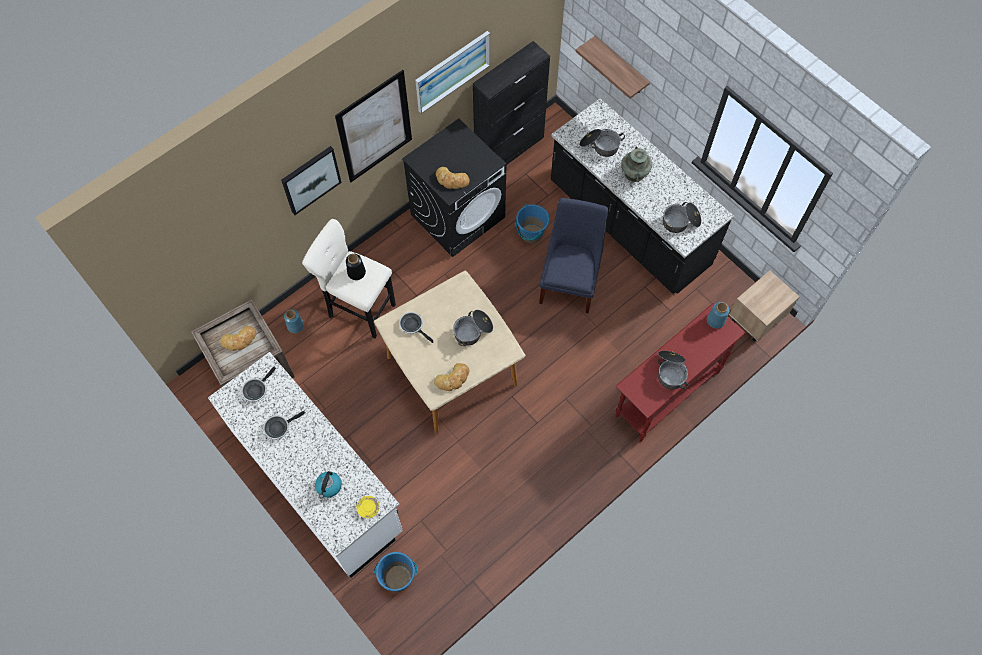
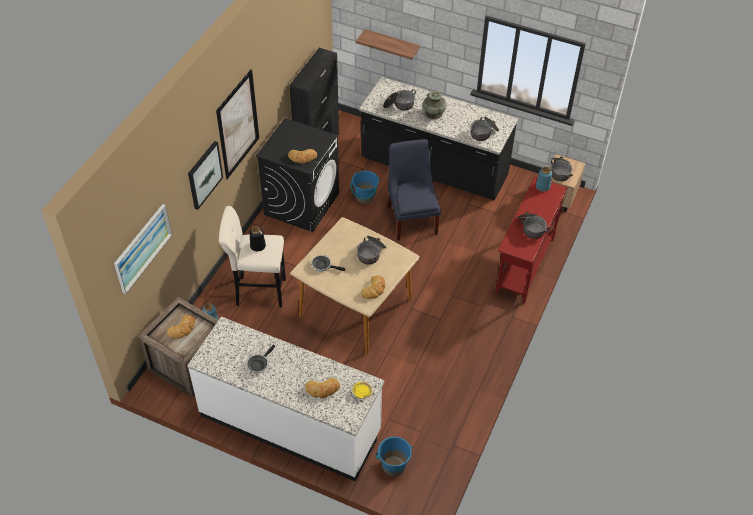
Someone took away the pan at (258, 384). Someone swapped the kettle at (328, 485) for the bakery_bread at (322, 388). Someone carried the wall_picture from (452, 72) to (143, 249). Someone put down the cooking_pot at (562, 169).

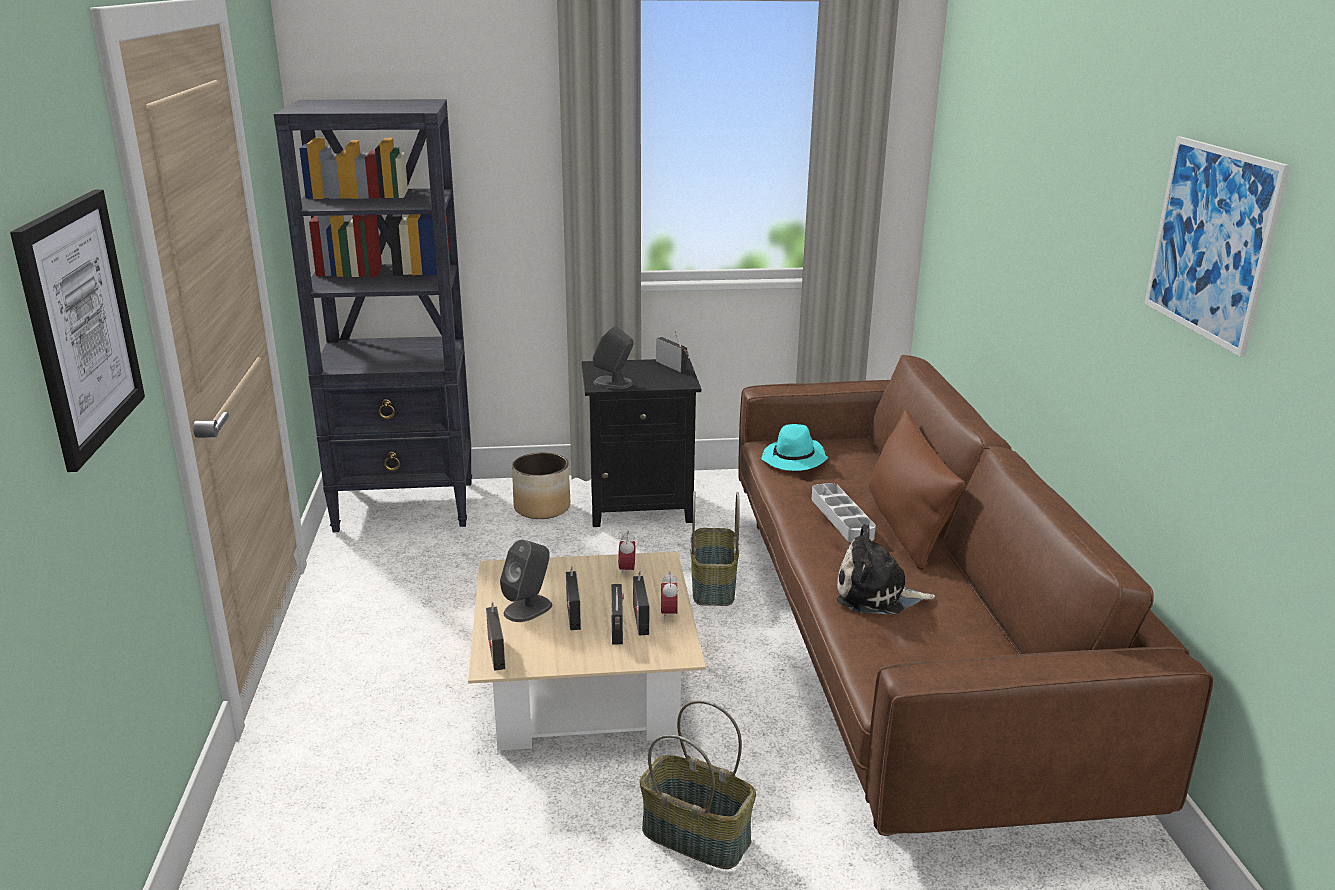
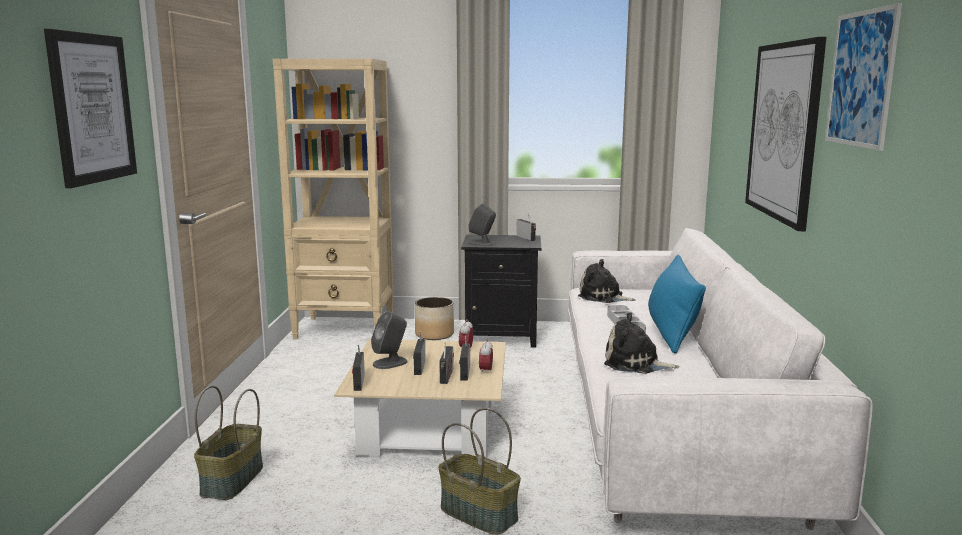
Someone repainted the black_shelving_unit at (373, 315), which became the beige-coloured_shelving_unit at (333, 199). Someone carried the storage_basket from (715, 548) to (228, 443). Someone repainted the brown-coloured_settee at (975, 595), which became the white-coloured_settee at (720, 379). Someone swapped the turquoise_wearable_hat at (794, 447) for the cuddly_toy at (607, 281). Someone repainted the brown-coloured_pillow at (917, 490), which became the blue_pillow at (677, 304). Someone put up the wall_picture at (785, 134).

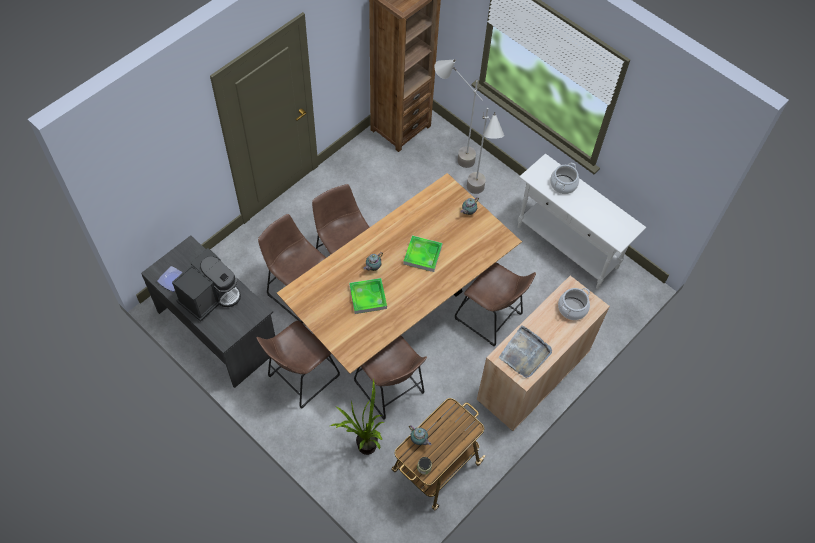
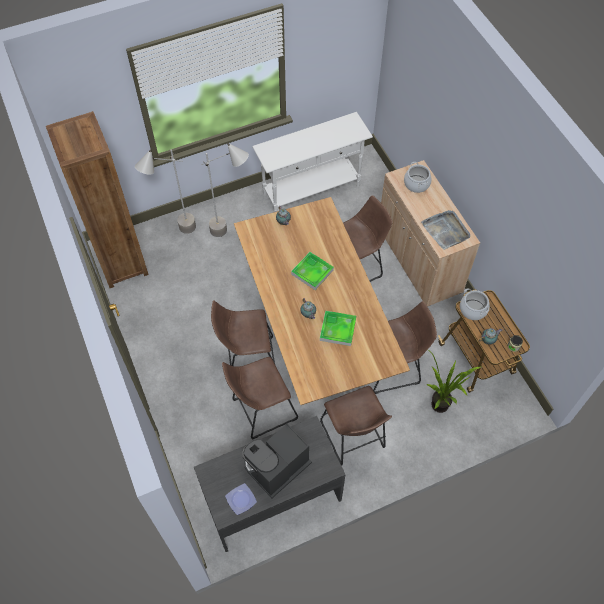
Someone rotated the coffee_maker at (206, 284) by 105 degrees counterclockwise. Someone carried the cooking_pot from (564, 178) to (475, 304).

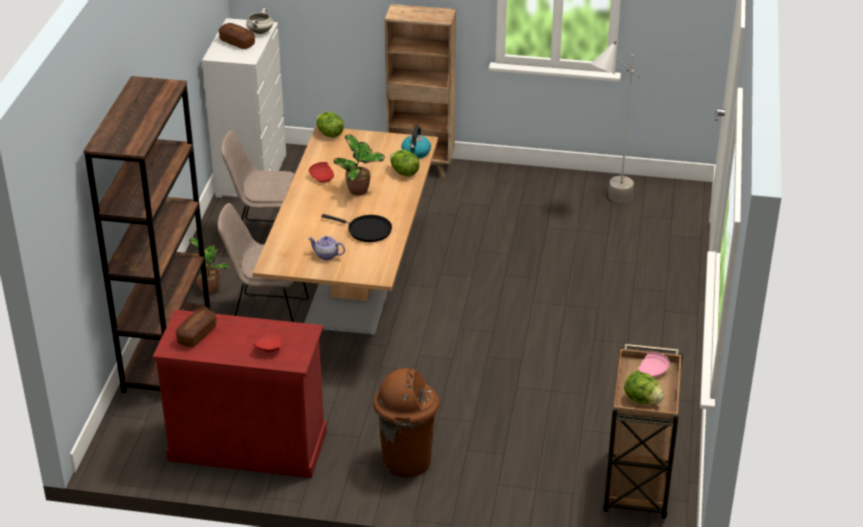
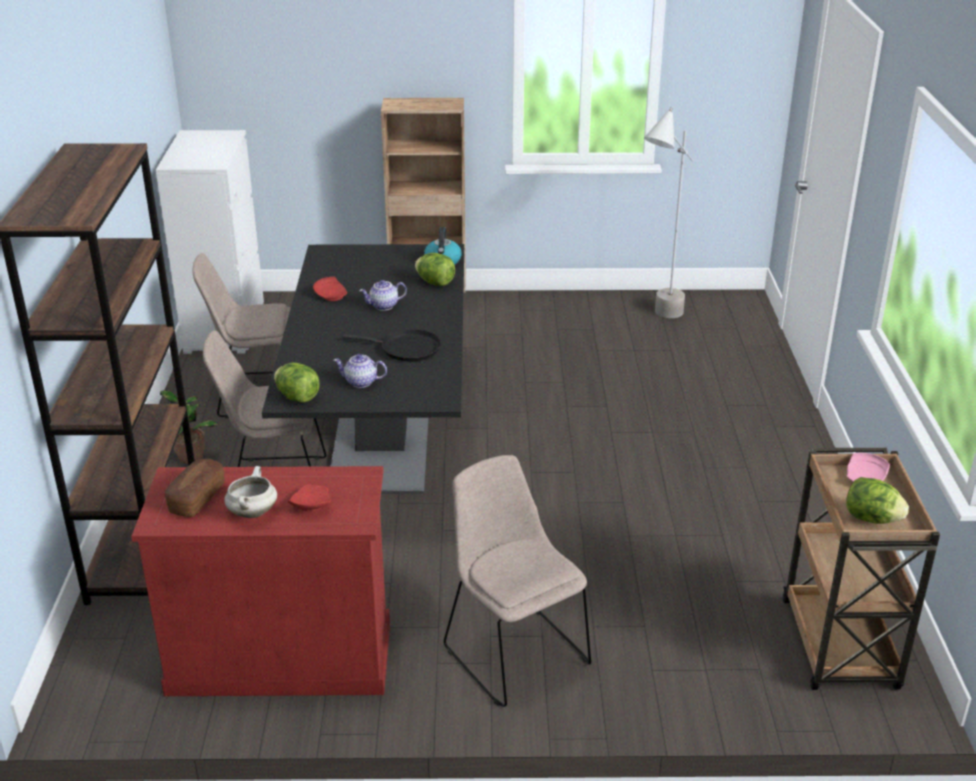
Someone took away the bakery_bread at (237, 36). Someone carried the white-coloured_cooking_pot from (259, 21) to (251, 492). Someone repainted the beige-coloured_dinner_table at (345, 231), which became the black_dinner_table at (363, 369). Someone carried the head_of_lettuce from (330, 125) to (297, 383). Someone swapped the potted_plant at (359, 165) for the teapot at (383, 295). Someone swapped the brown-coloured_waste_bin at (406, 423) for the beige-coloured_chair at (517, 581).

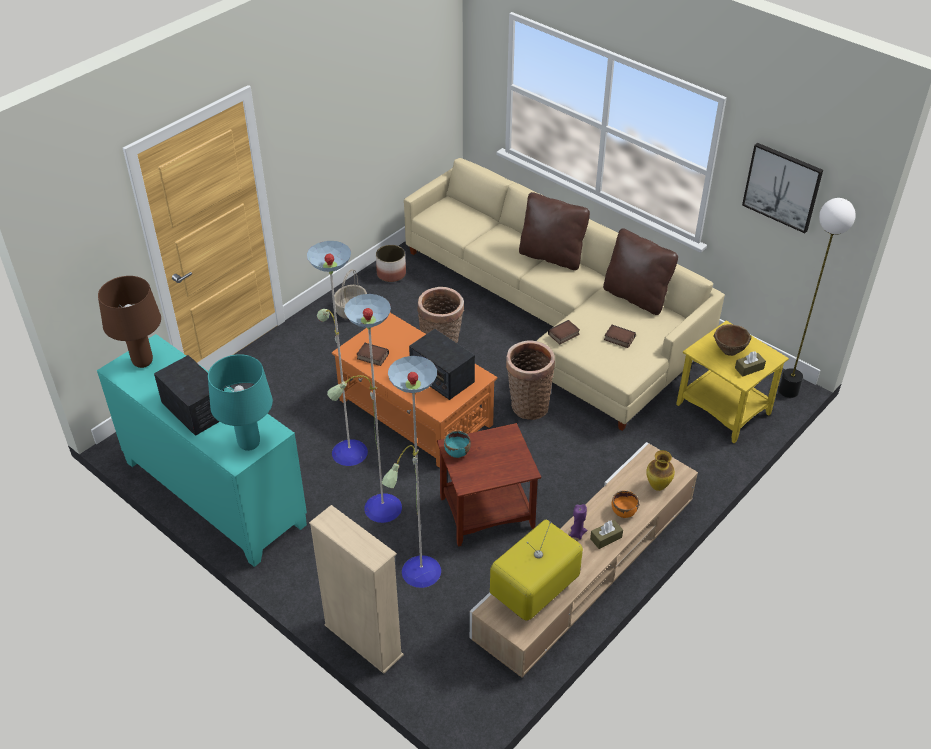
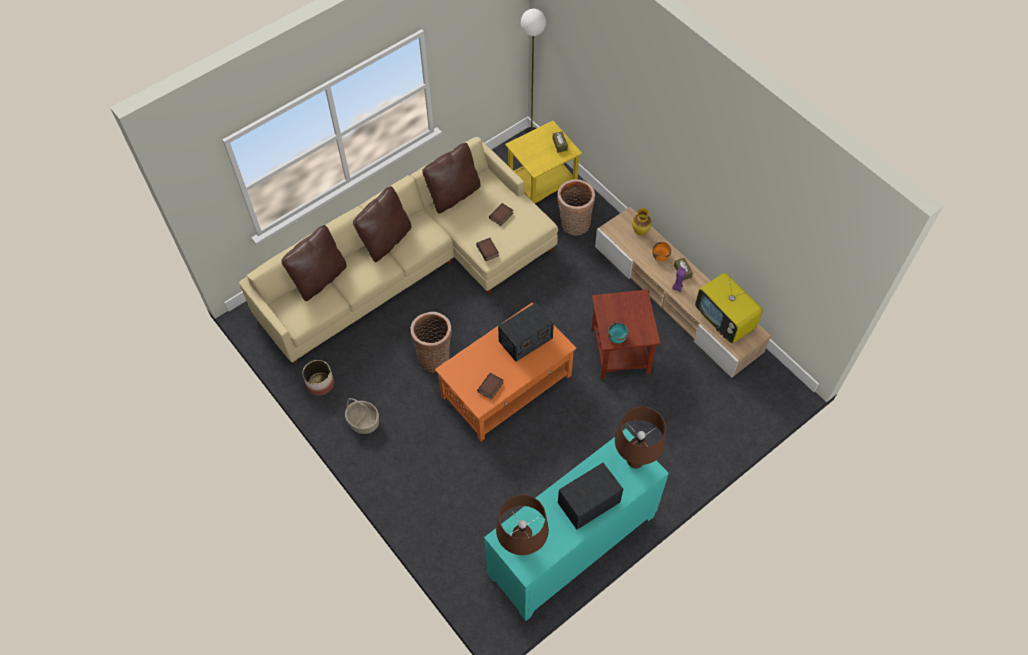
Someone repainted the turquoise_tabletop_lamp at (240, 402), which became the brown-coloured_tabletop_lamp at (640, 437). Someone took away the standing_lamp at (374, 414). Someone took away the beige-coloured_shelving_unit at (356, 589). Someone carried the storage_basket from (530, 380) to (576, 207). Someone took away the brown-coloured_bowl at (732, 340). Someone took away the wall_picture at (782, 188). Someone put down the brown-coloured_pillow at (314, 263).

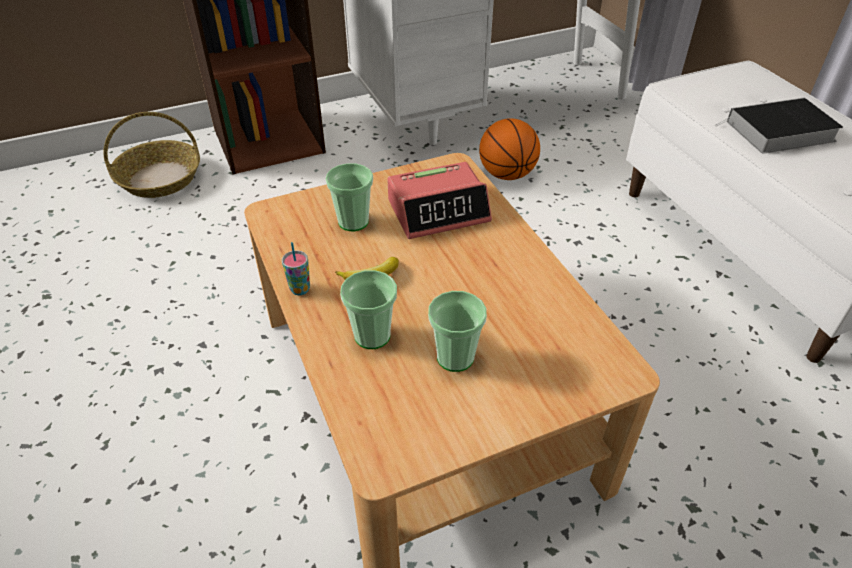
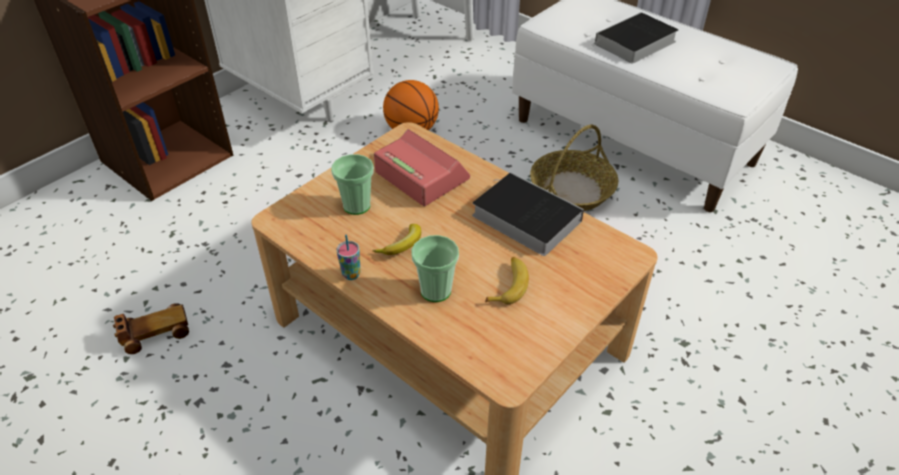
Someone carried the storage_basket from (152, 155) to (574, 168). Someone rotated the alarm_clock at (439, 200) by 90 degrees counterclockwise. Someone swapped the drinking_cup at (457, 331) for the whole_banana at (507, 280). Someone put down the miniature_car at (151, 328). Someone put down the book at (528, 214).

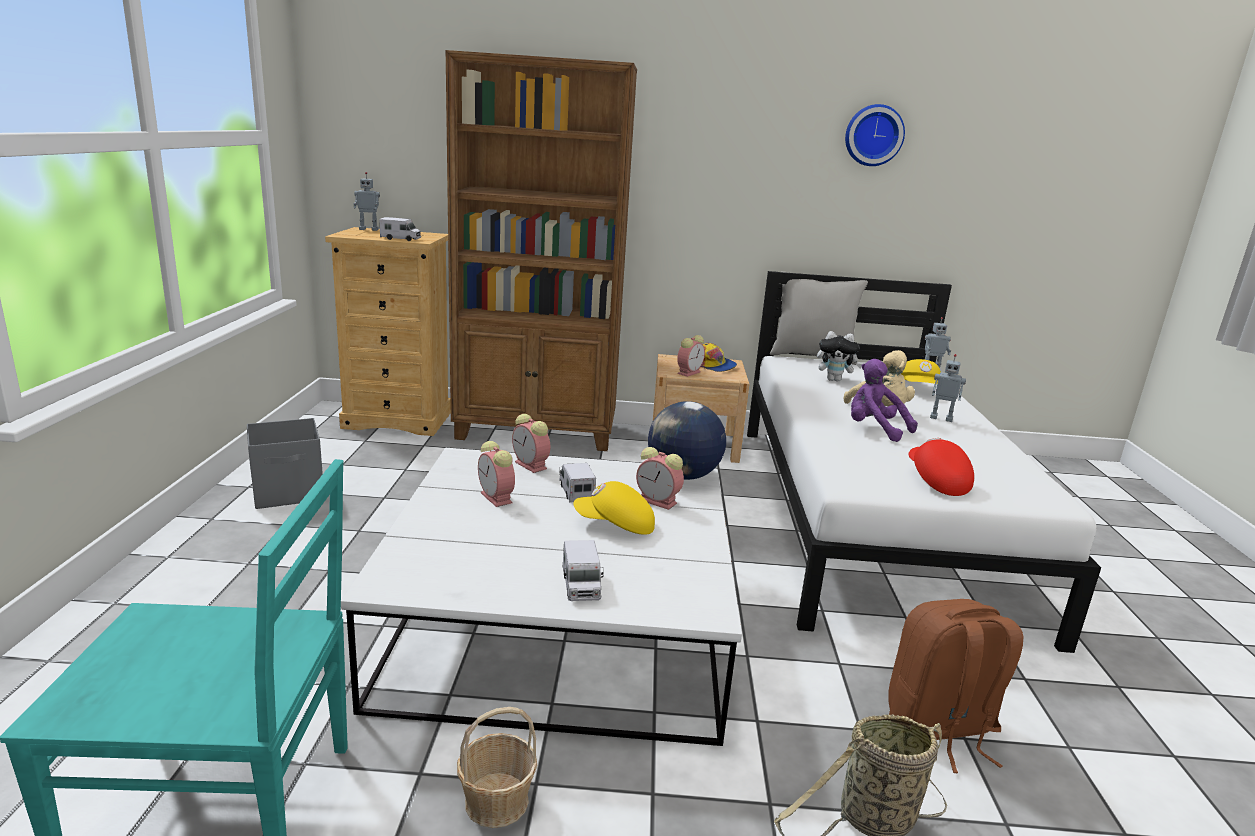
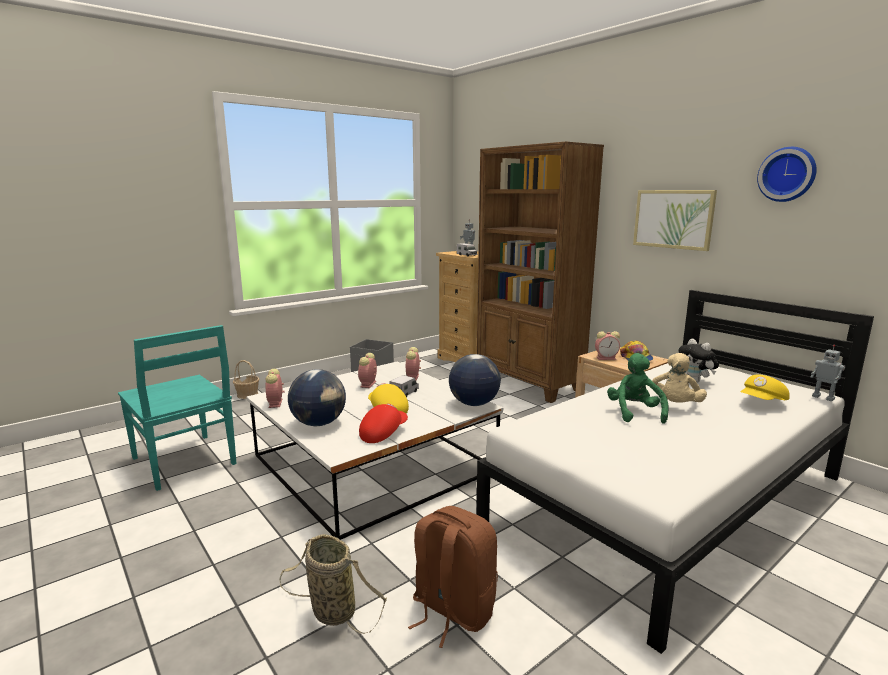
Someone carried the storage_basket from (497, 767) to (246, 379). Someone swapped the toy_truck at (583, 570) for the desk_globe at (317, 397). Someone carried the alarm_clock from (660, 478) to (275, 388). Someone took away the gray_pillow at (819, 318). Someone repainted the purple_cuddly_toy at (884, 400), which became the greenish_cuddly_toy at (637, 388). Someone carried the reddish_peaked_cap from (941, 467) to (383, 423). Someone took away the robot_figure at (948, 388). Someone put up the wall_picture at (675, 220).

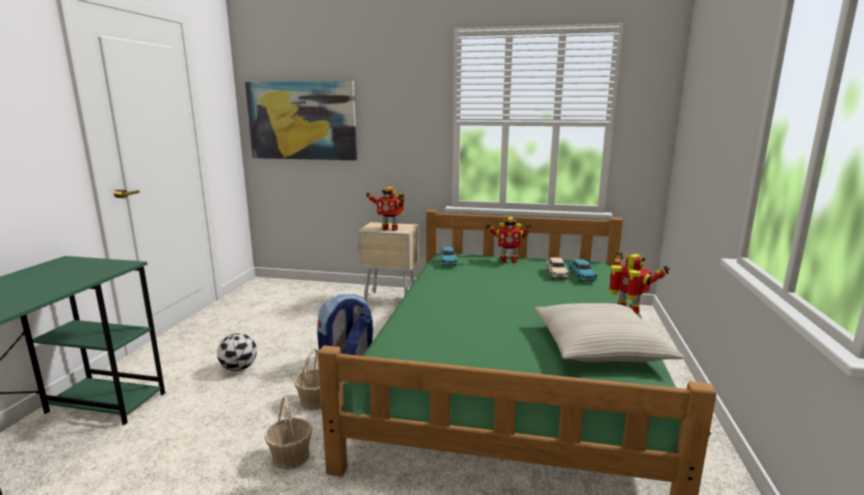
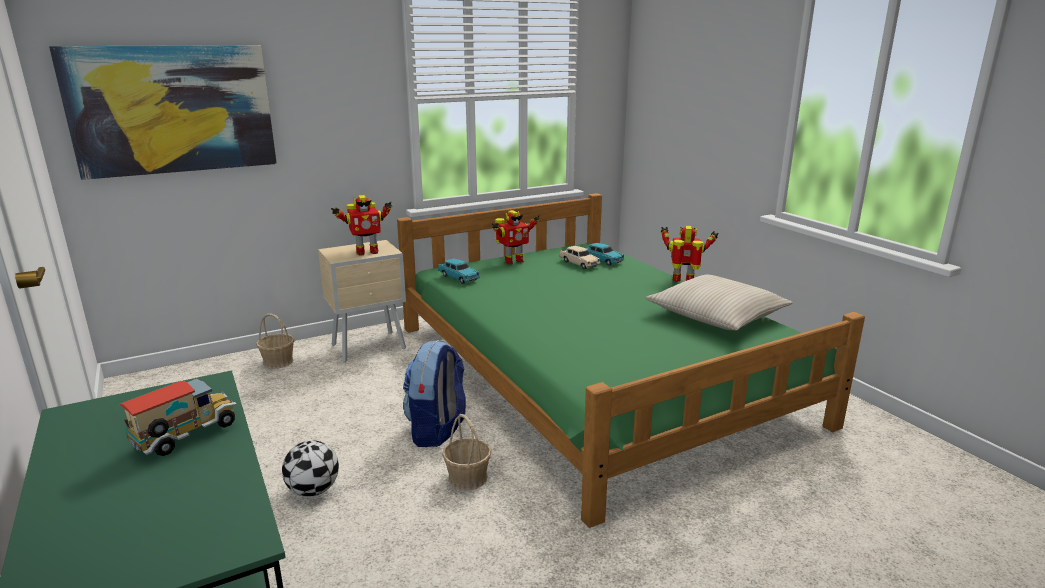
Someone carried the storage_basket from (288, 432) to (275, 341). Someone put down the toy_truck at (178, 417).

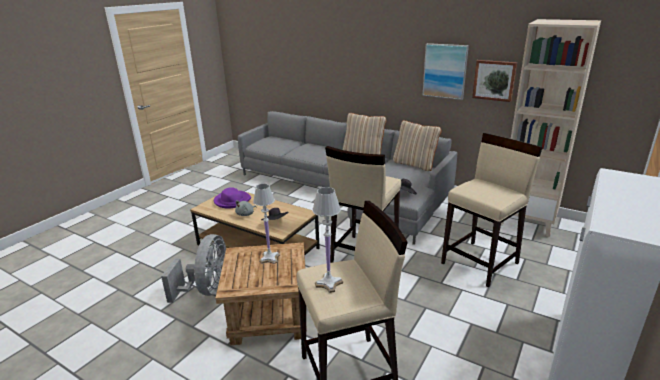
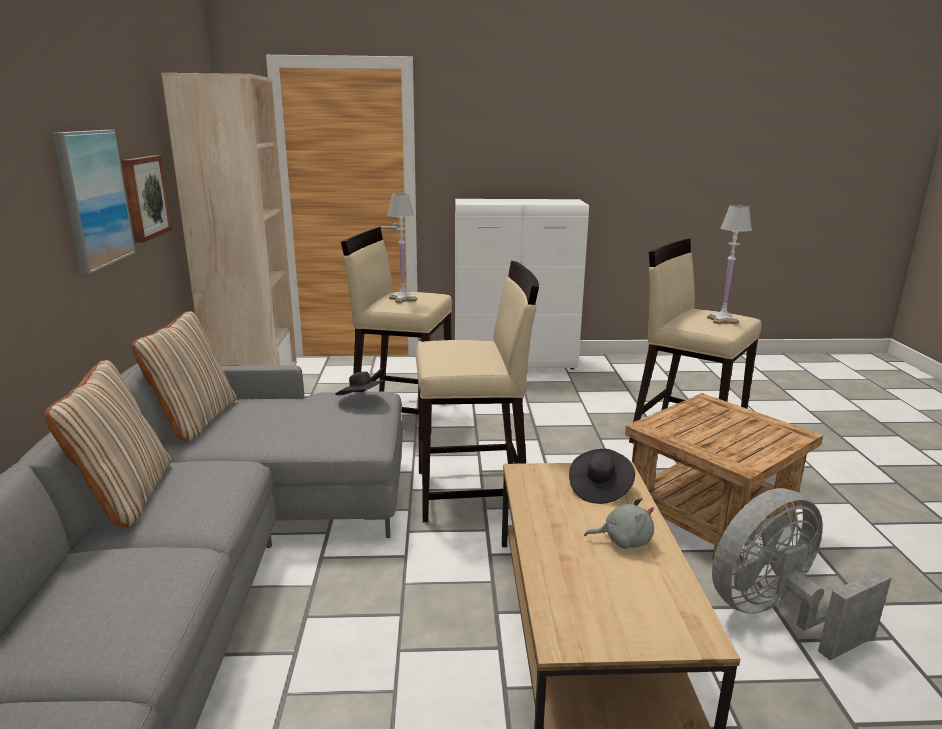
Someone took away the purple_wearable_hat at (232, 198). Someone carried the white-coloured_tabletop_lamp from (266, 224) to (402, 248).

